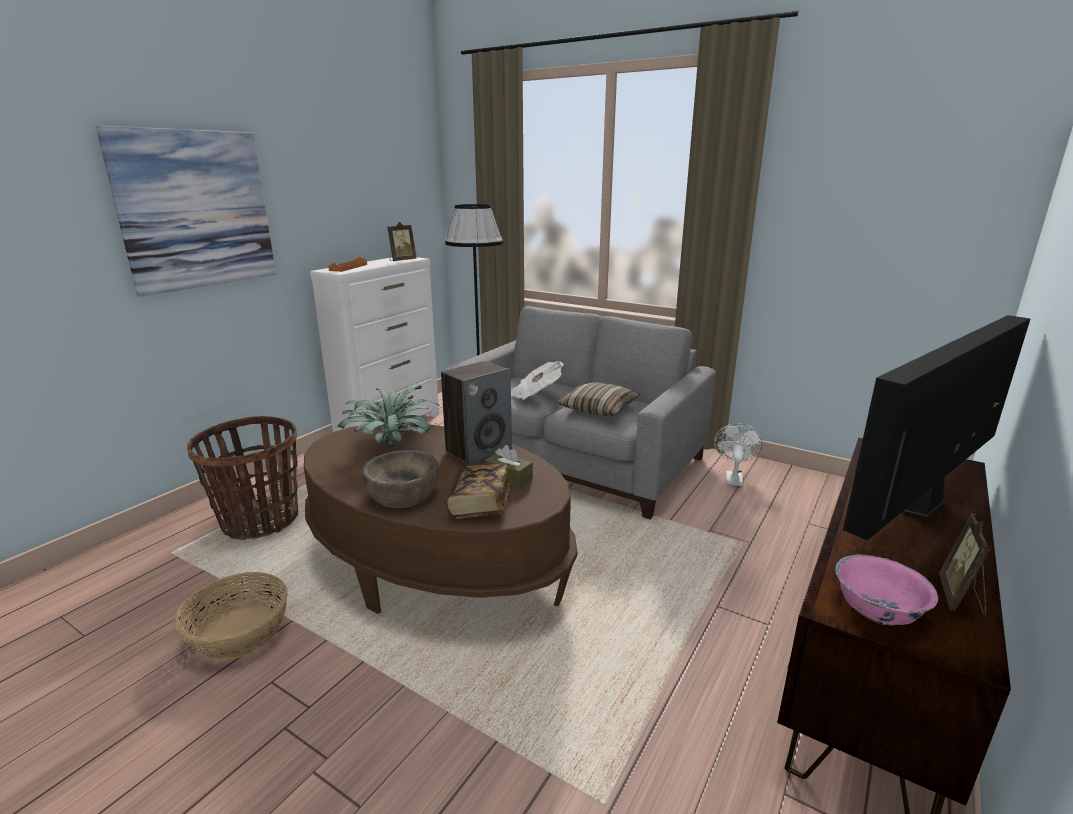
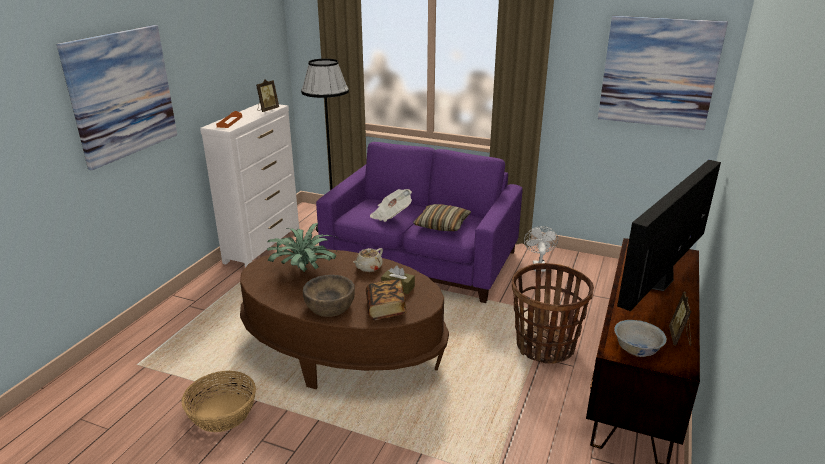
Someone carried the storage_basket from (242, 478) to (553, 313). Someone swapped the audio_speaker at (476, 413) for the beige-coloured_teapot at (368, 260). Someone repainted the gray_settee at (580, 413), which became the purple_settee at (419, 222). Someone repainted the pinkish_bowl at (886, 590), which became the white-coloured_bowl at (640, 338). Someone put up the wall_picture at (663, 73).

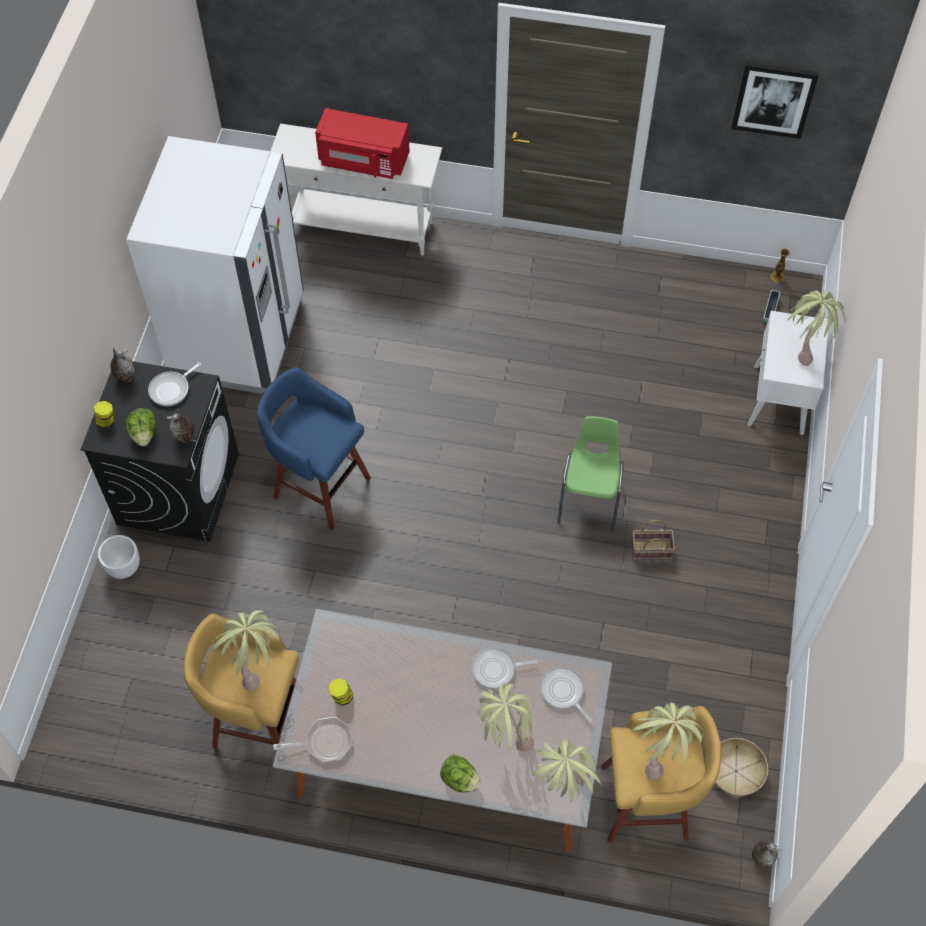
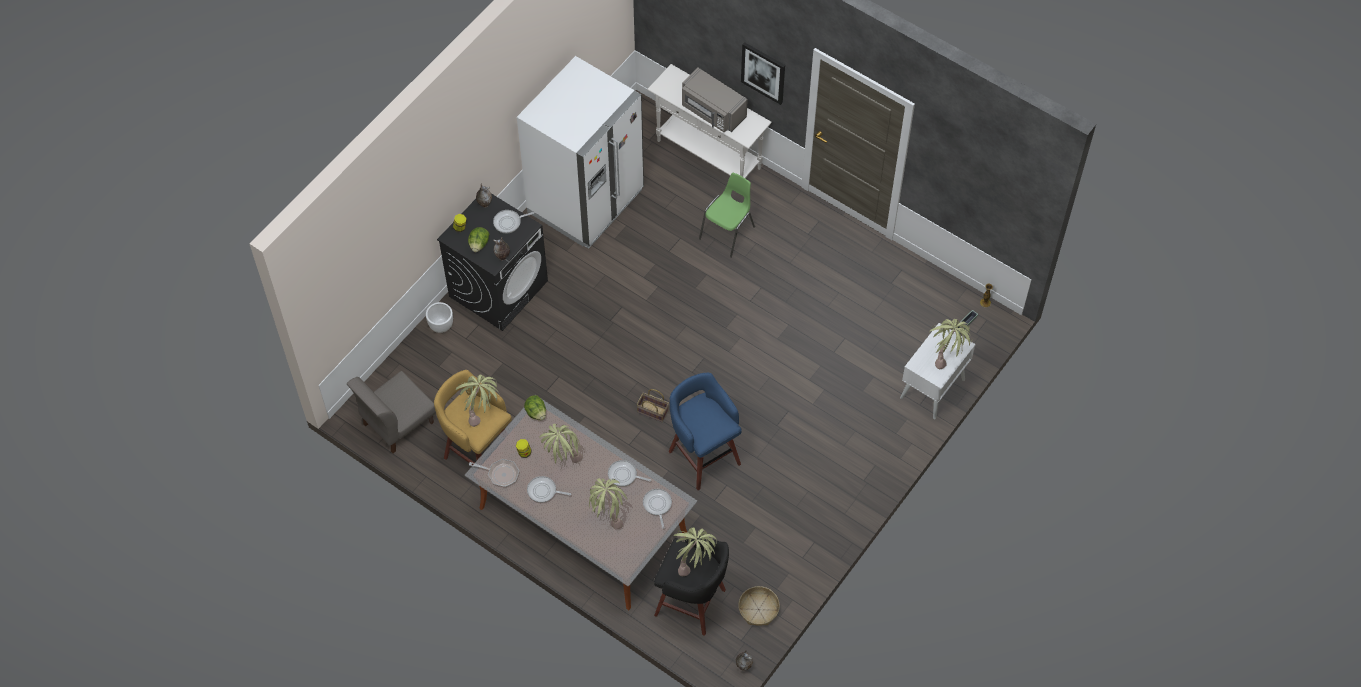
Someone carried the blue_stool from (314, 448) to (705, 431). Someone repainted the reddish_microwave_oven at (362, 143), which became the gray_microwave_oven at (715, 100). Someone carried the head_of_lettuce from (460, 773) to (535, 408). Someone carried the potted_plant from (566, 771) to (560, 444). Someone carried the greenish_chair from (590, 474) to (727, 215). Someone repainted the yellowish_stool at (661, 774), which became the black_stool at (691, 585). Someone carried the storage_basket from (653, 540) to (653, 405). Someone carried the wall_picture from (775, 100) to (763, 73). Someone put down the gray_chair at (391, 412). Someone put down the pan at (549, 489).

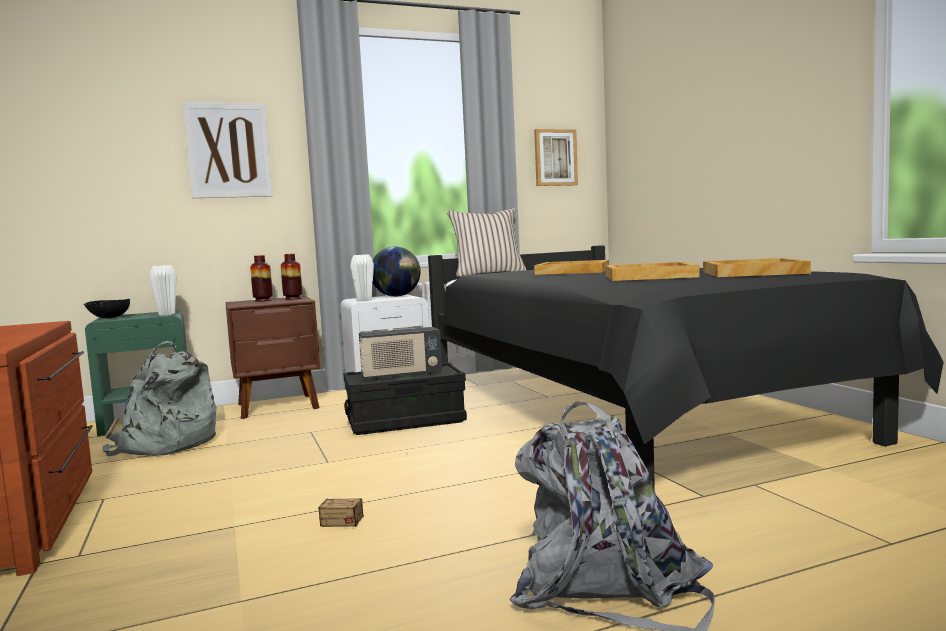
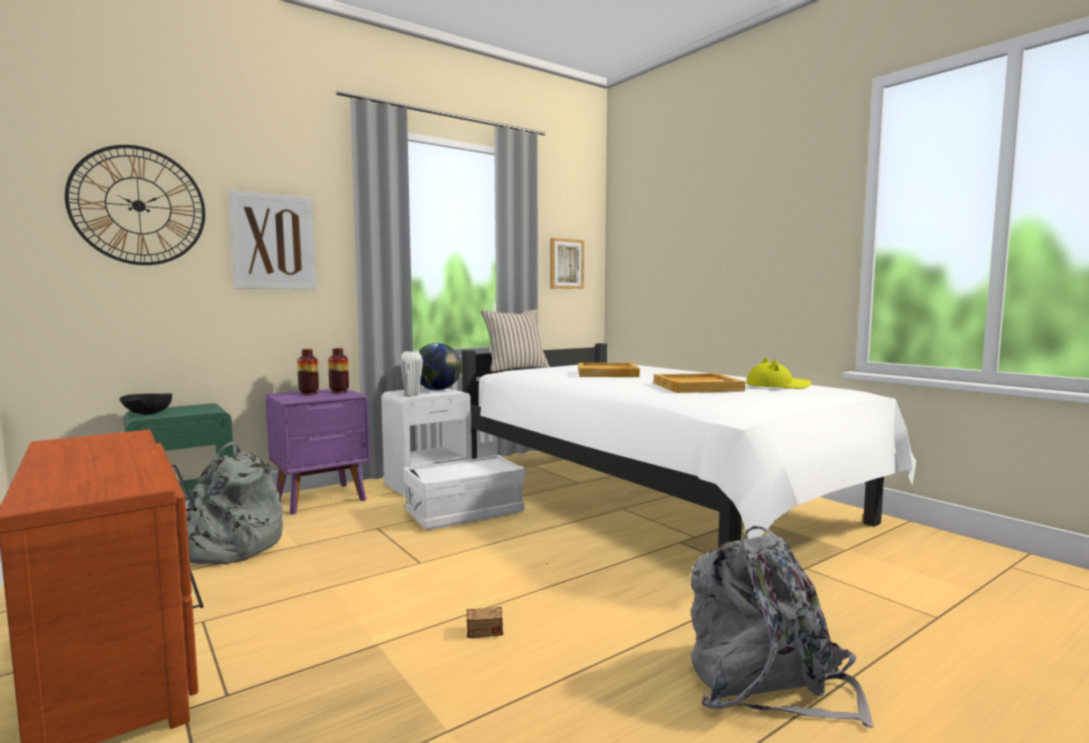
Someone took away the white-coloured_decorative_vase at (162, 290). Someone repainted the brown-coloured_bedside_table at (273, 357), which became the purple_bedside_table at (318, 452). Someone repainted the black_storage_container at (405, 398), which became the white-coloured_storage_container at (464, 492). Someone took away the radio at (400, 353). Someone repainted the black_bedroom_bed at (686, 367), which became the white-coloured_bedroom_bed at (689, 445). Someone swapped the beige-coloured_tray at (757, 267) for the yellowish_wearable_hat at (778, 373). Someone put up the hanging_clock at (135, 205).

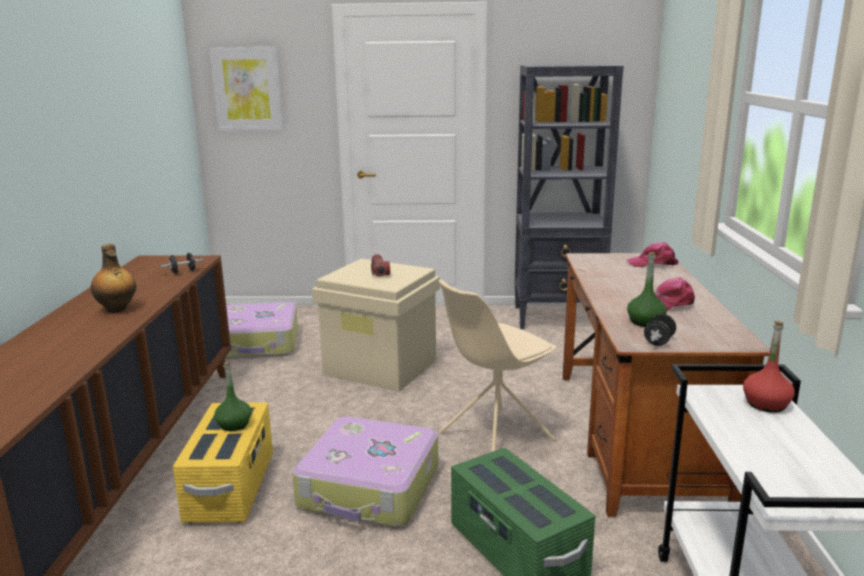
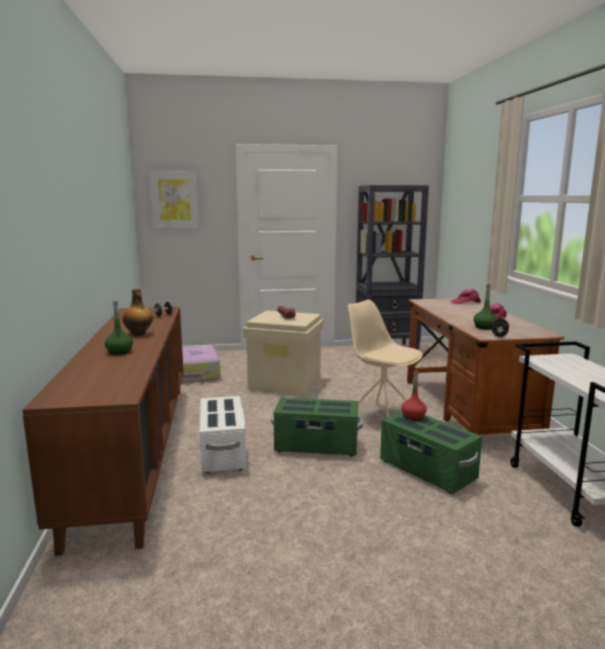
Someone repainted the yellowish_storage_container at (223, 463), which became the white-coloured_storage_container at (222, 434). Someone carried the greenish_beverage_bottle from (232, 396) to (118, 328). Someone swapped the travel_case at (365, 471) for the greenish_storage_container at (317, 426). Someone rotated the beige-coloured_chair at (498, 365) by 90 degrees clockwise. Someone carried the reddish_beverage_bottle from (769, 366) to (414, 395).

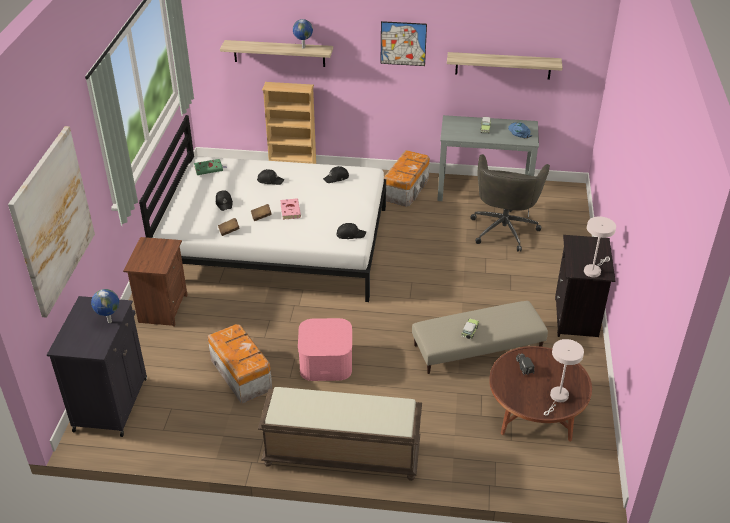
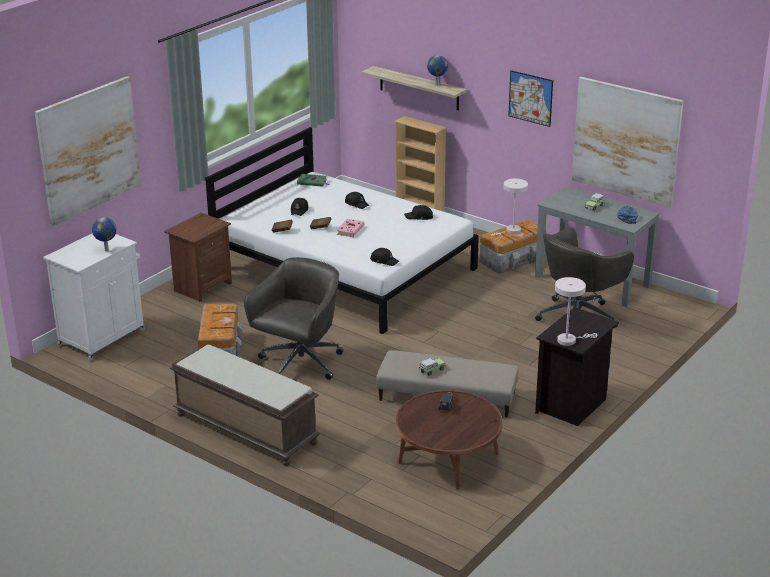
Someone repainted the black_storage_cabinet at (97, 366), which became the white-coloured_storage_cabinet at (94, 297). Someone swapped the pinkish_storage_container at (325, 349) for the gray_computer_chair at (293, 318). Someone swapped the bracket_shelf at (505, 66) for the wall_picture at (627, 142). Someone carried the white-coloured_tabletop_lamp from (564, 377) to (509, 207).

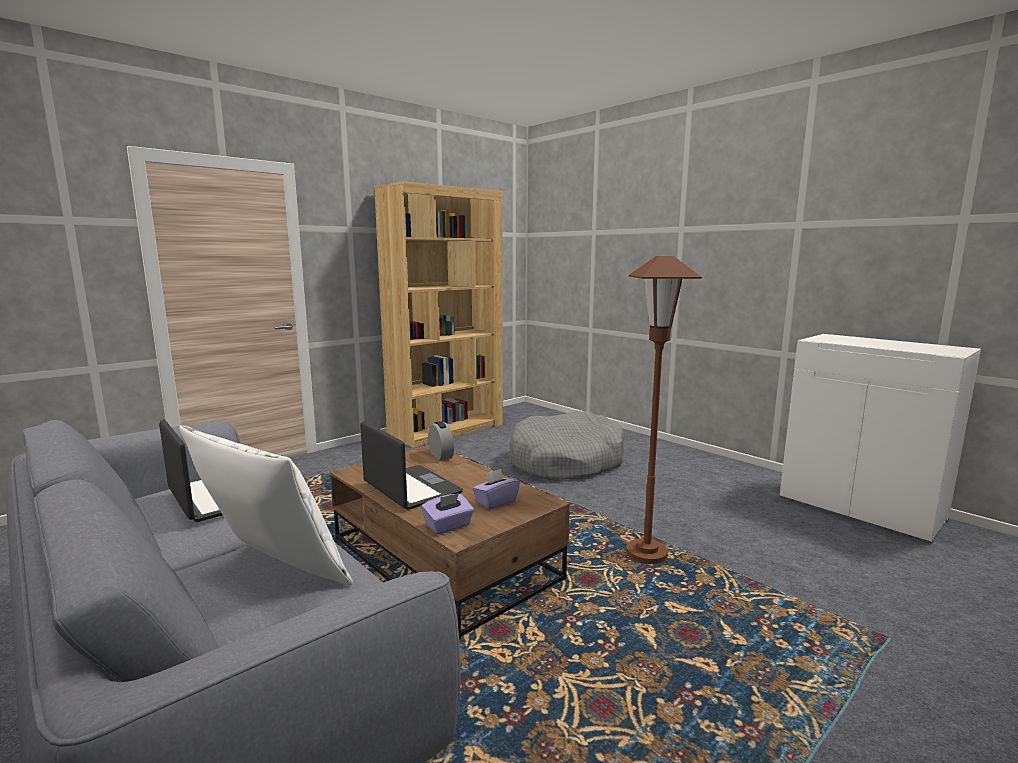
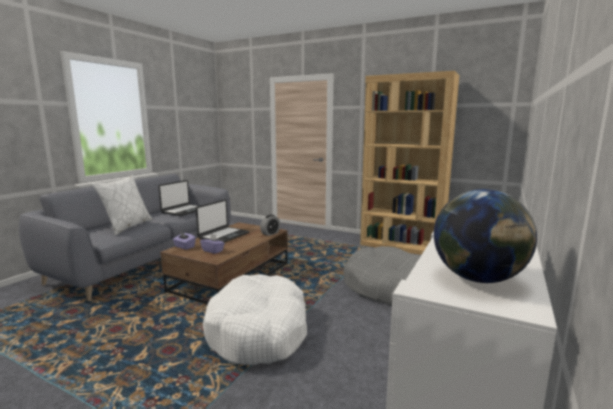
Someone swapped the brown-coloured_standing_lamp at (664, 410) for the white-coloured_pet_bed at (255, 319). Someone put down the desk_globe at (485, 236).

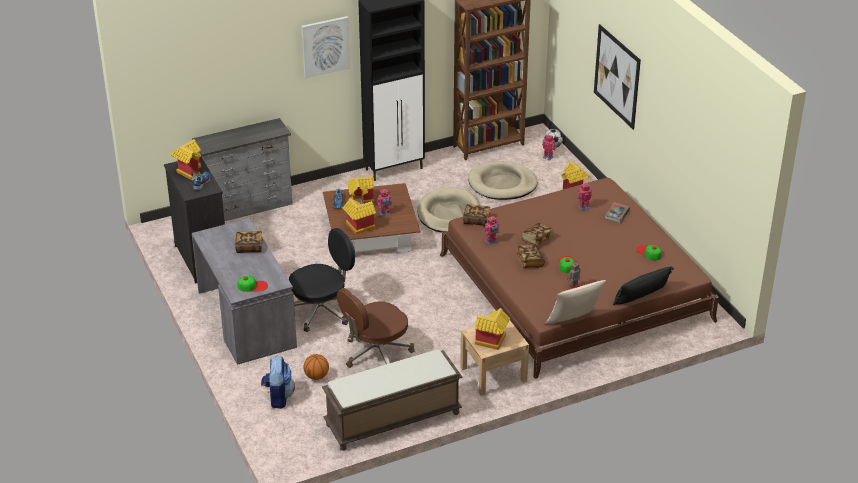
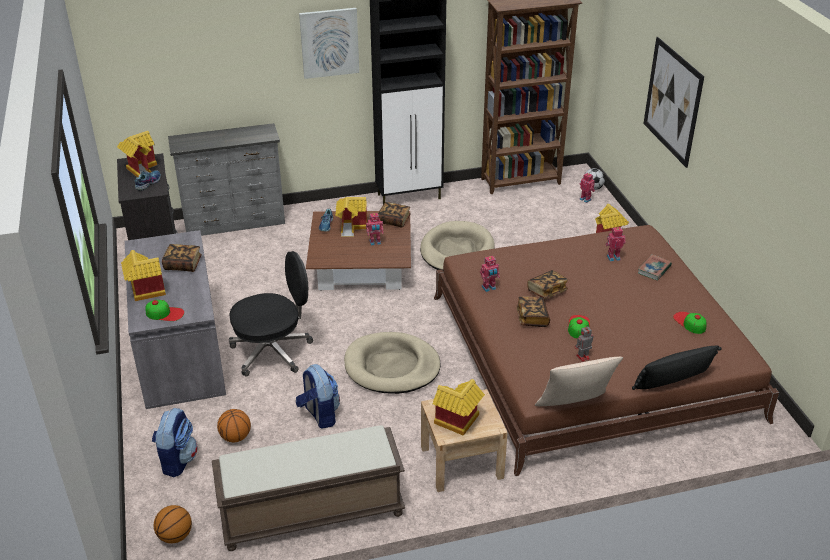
Someone swapped the brown-coloured_computer_chair at (376, 328) for the backpack at (318, 396). Someone carried the toy_house from (359, 216) to (143, 275). Someone carried the book from (476, 215) to (394, 215). Someone carried the beige-coloured_pet_bed from (502, 180) to (392, 363). Someone put down the basketball_ball at (173, 524).

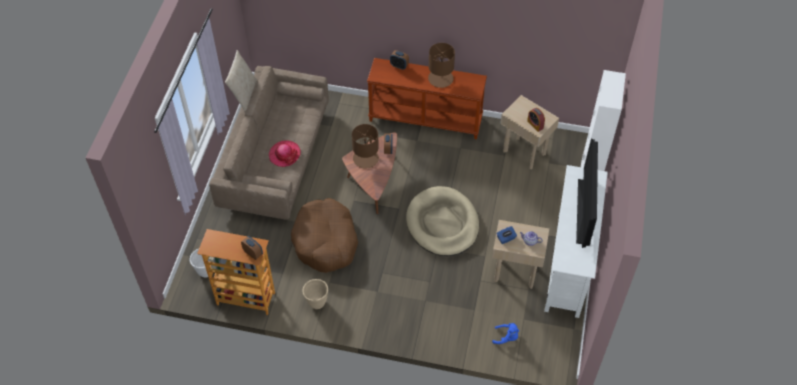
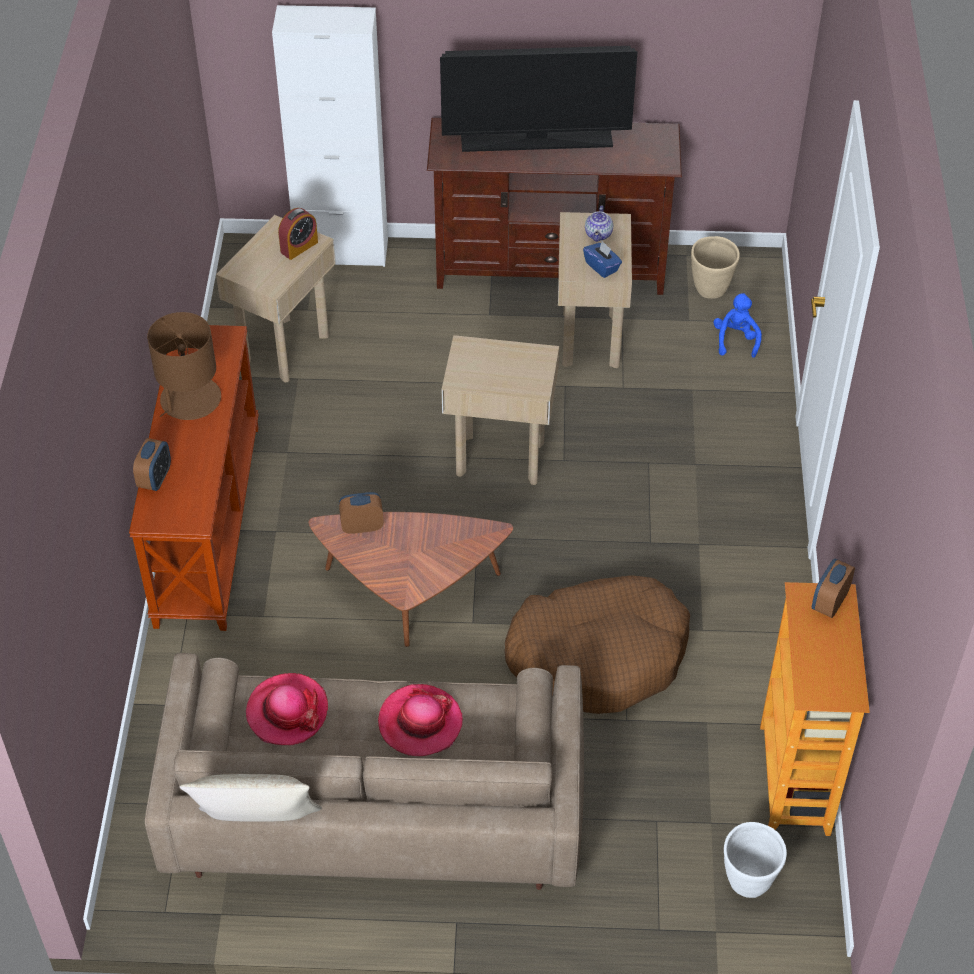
Someone carried the beige-coloured_planter from (315, 294) to (715, 267). Someone took away the brown-coloured_tabletop_lamp at (365, 146). Someone swapped the beige-coloured_pet_bed at (442, 221) for the beige-coloured_end_table at (500, 410). Someone repainted the white-coloured_media_console at (576, 241), which became the brown-coloured_media_console at (554, 206). Someone put down the wearable_hat at (287, 709).

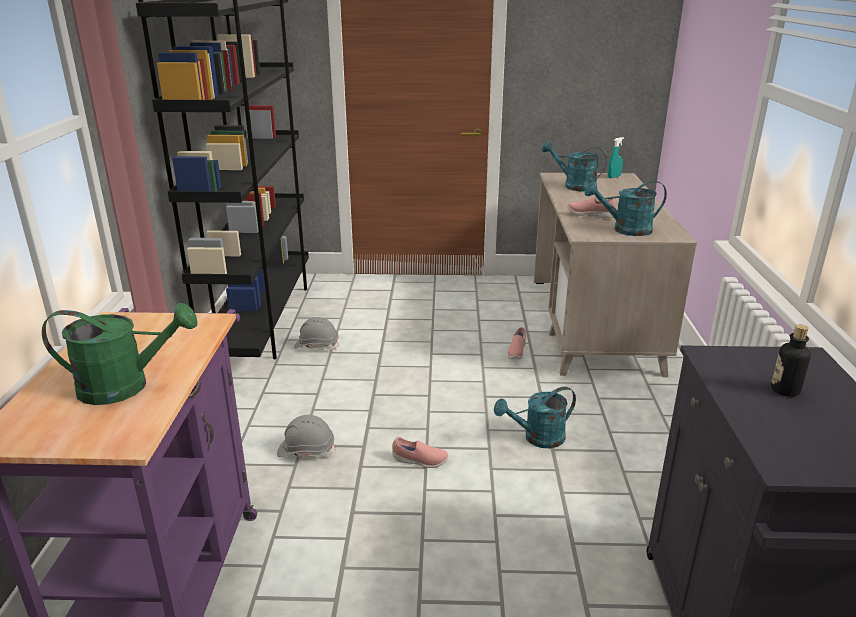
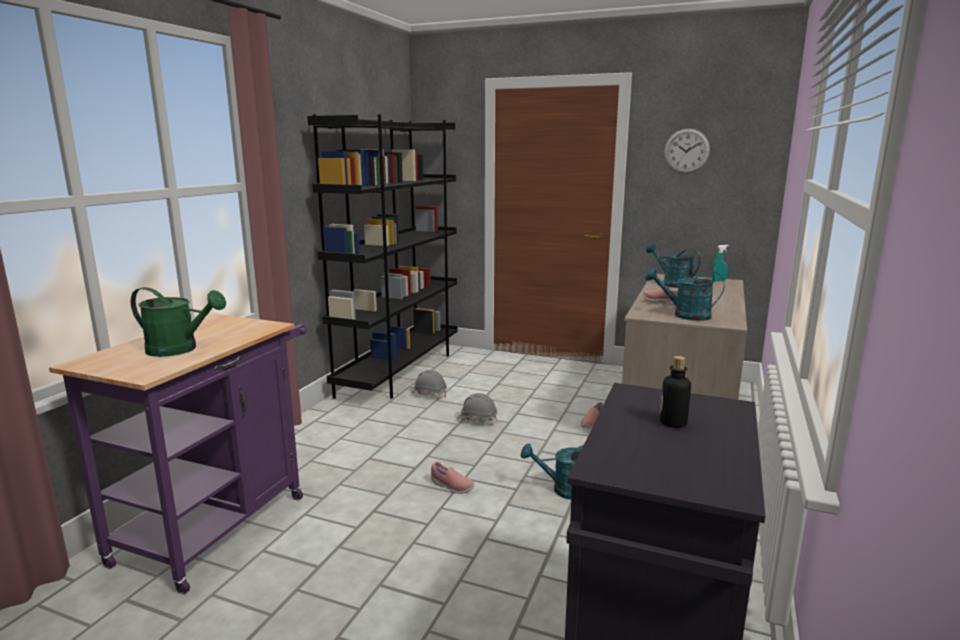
Someone carried the gray_safety_helmet from (306, 436) to (477, 409). Someone put up the hanging_clock at (687, 151).

